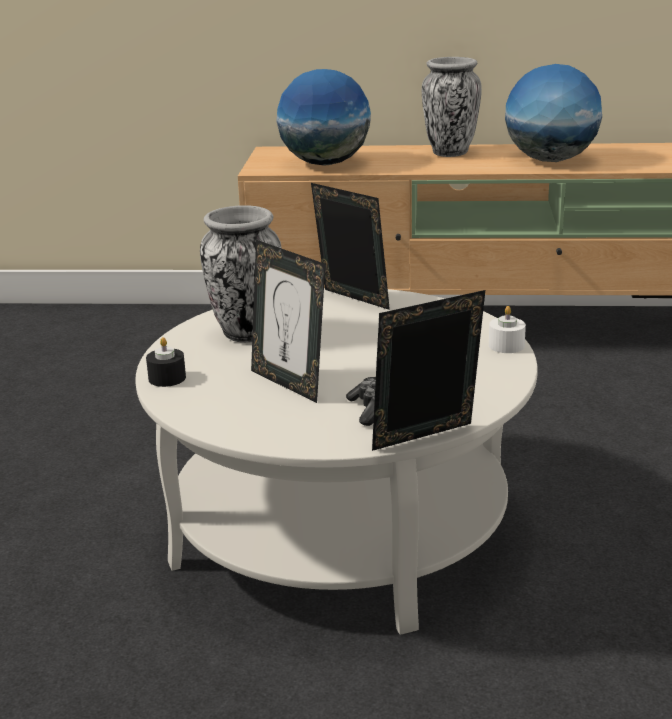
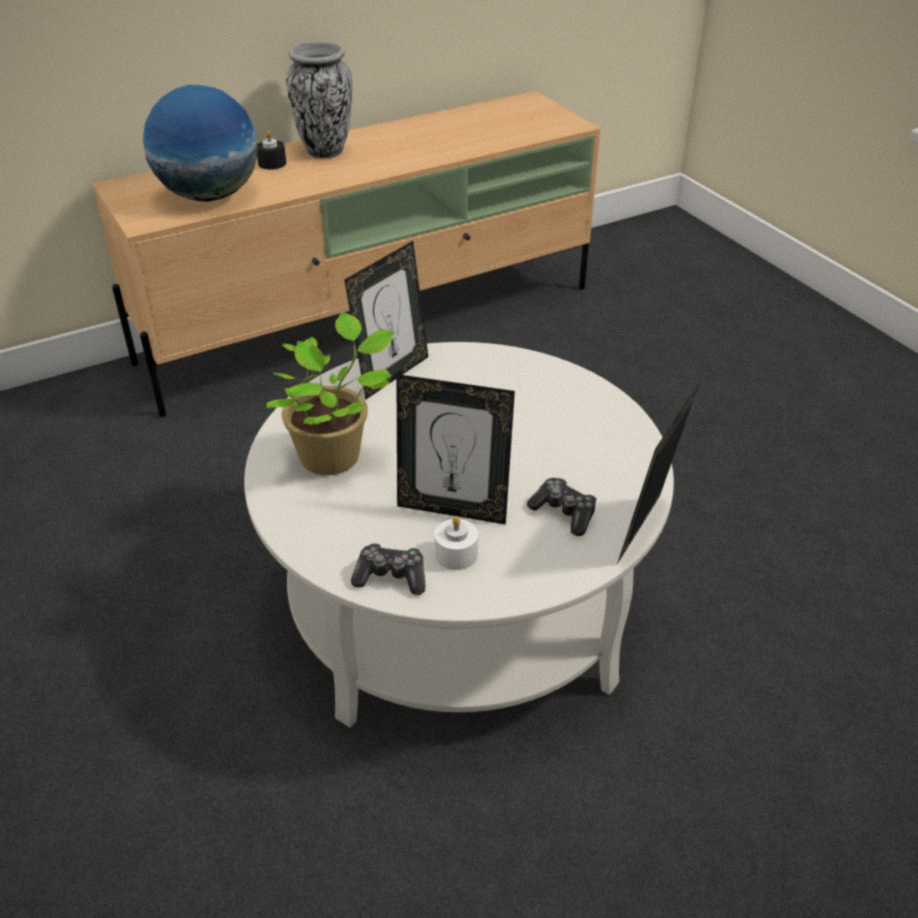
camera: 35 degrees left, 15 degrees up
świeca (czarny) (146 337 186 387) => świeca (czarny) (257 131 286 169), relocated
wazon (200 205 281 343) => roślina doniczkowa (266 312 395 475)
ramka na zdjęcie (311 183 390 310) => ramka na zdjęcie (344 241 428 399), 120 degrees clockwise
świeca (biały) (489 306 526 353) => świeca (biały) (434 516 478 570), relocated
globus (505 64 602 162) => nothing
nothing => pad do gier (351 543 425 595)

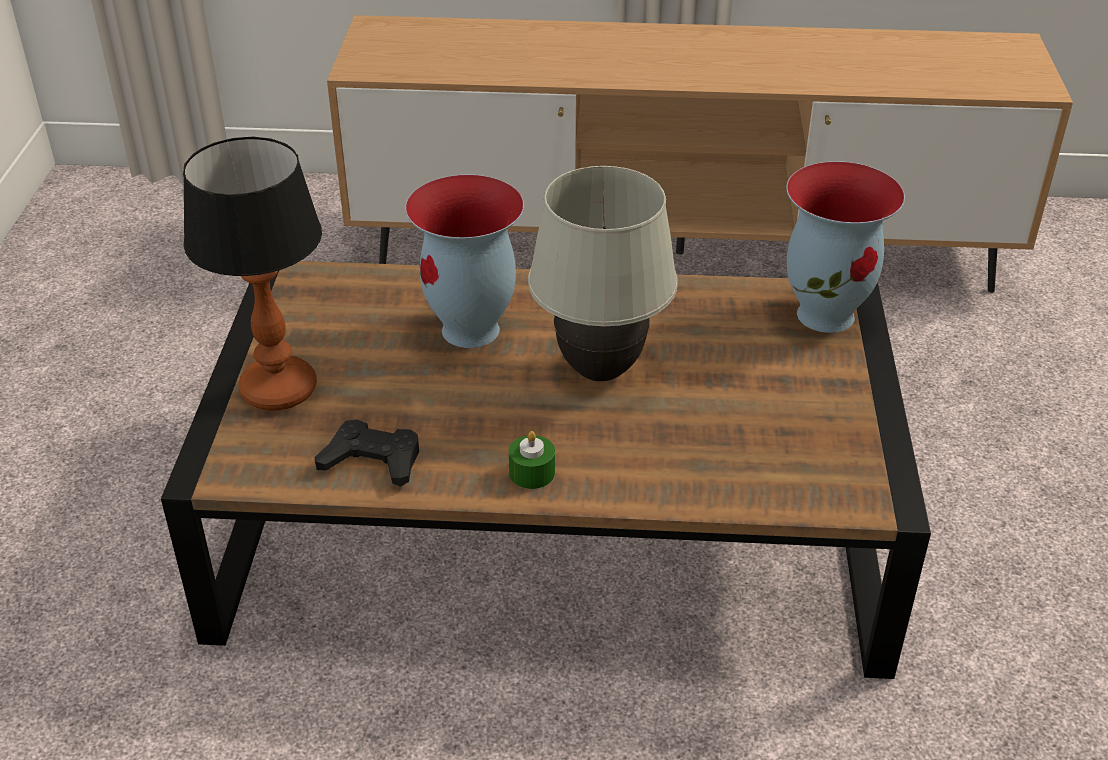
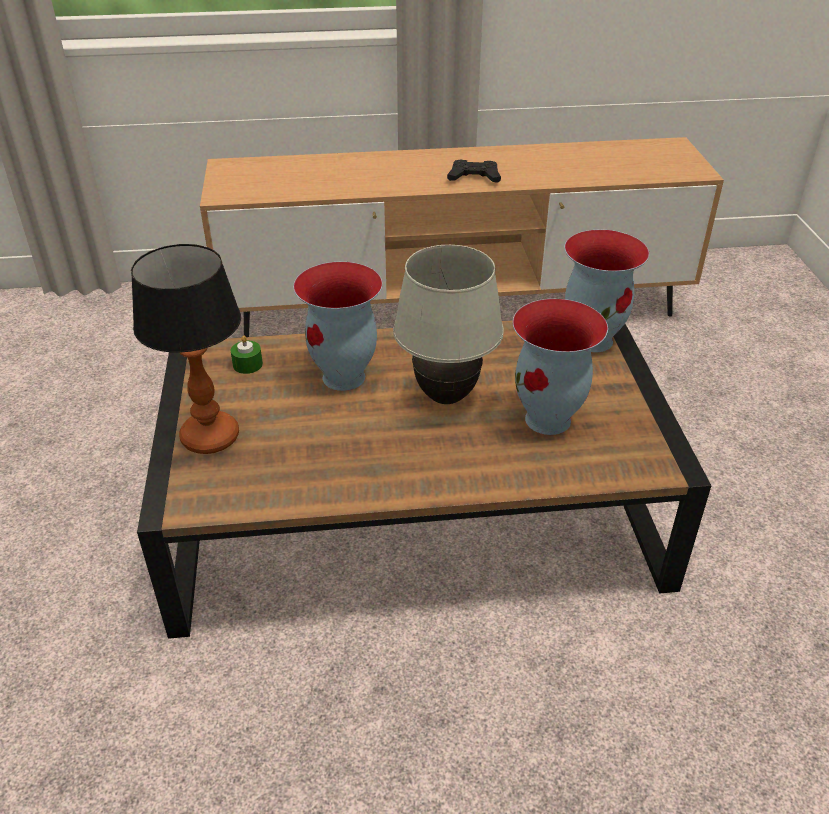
camera: 10 degrees left, 0 degrees up
pad do gier (czarny) (314 419 419 487) => pad do gier (czarny) (447 159 501 183), relocated
świeca (zielony) (509 431 555 489) => świeca (zielony) (230 336 263 374), relocated
nothing => wazon (512 299 608 435)

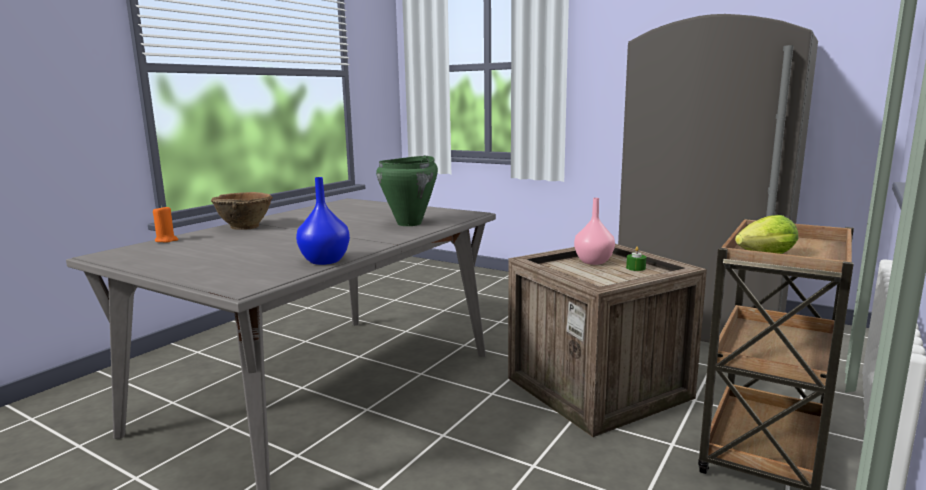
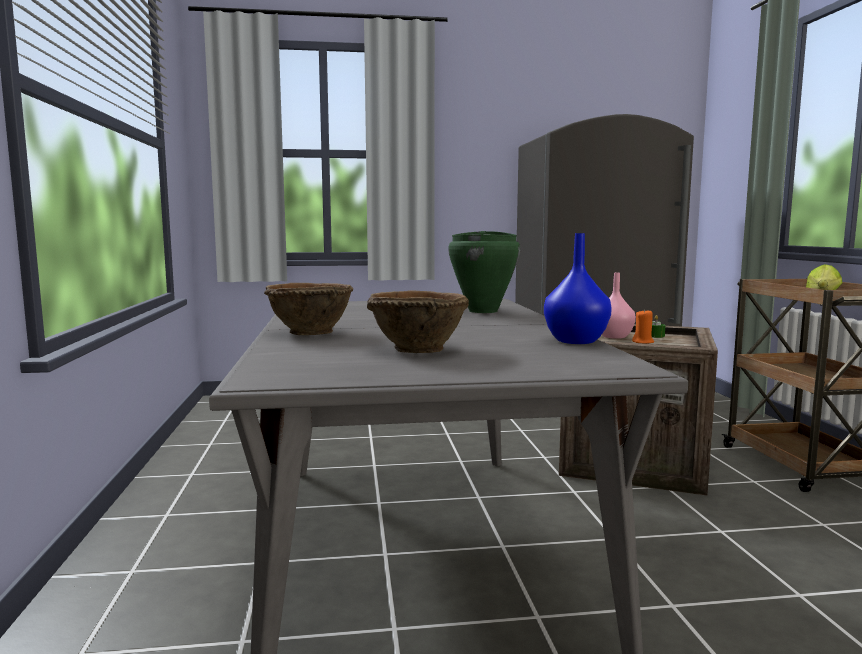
camera: 40 degrees left, 5 degrees down
świeca (pomarańczowy) (153 205 178 243) => świeca (pomarańczowy) (632 309 654 344), relocated
nothing => miska (brązowy) (367 290 469 353)

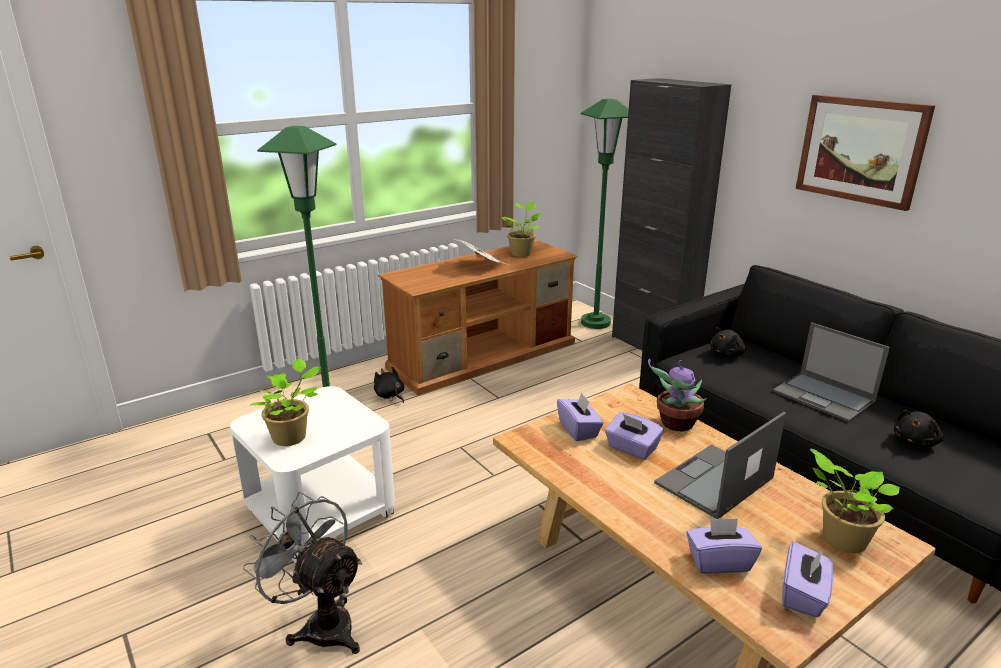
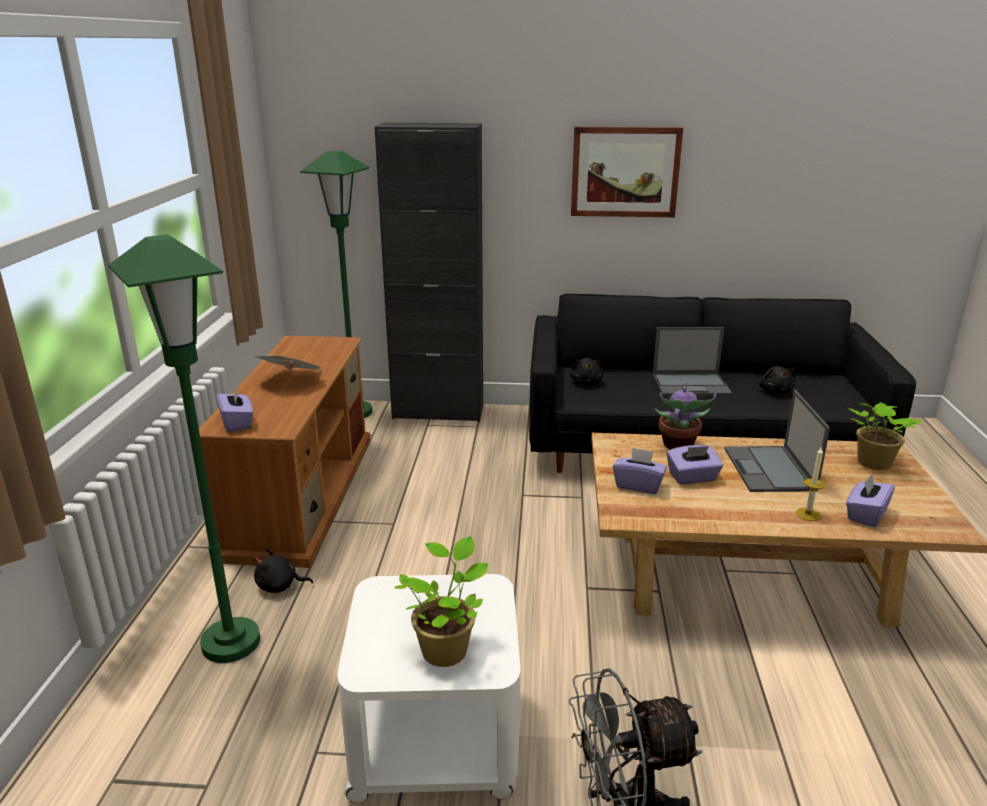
camera: 50 degrees left, 0 degrees up
roślina doniczkowa (502 202 541 257) => nothing
pudełko chusteczek (fioletowy) (782 541 834 617) => pudełko chusteczek (fioletowy) (217 388 253 432), relocated
nothing => świeca (796 446 825 521)

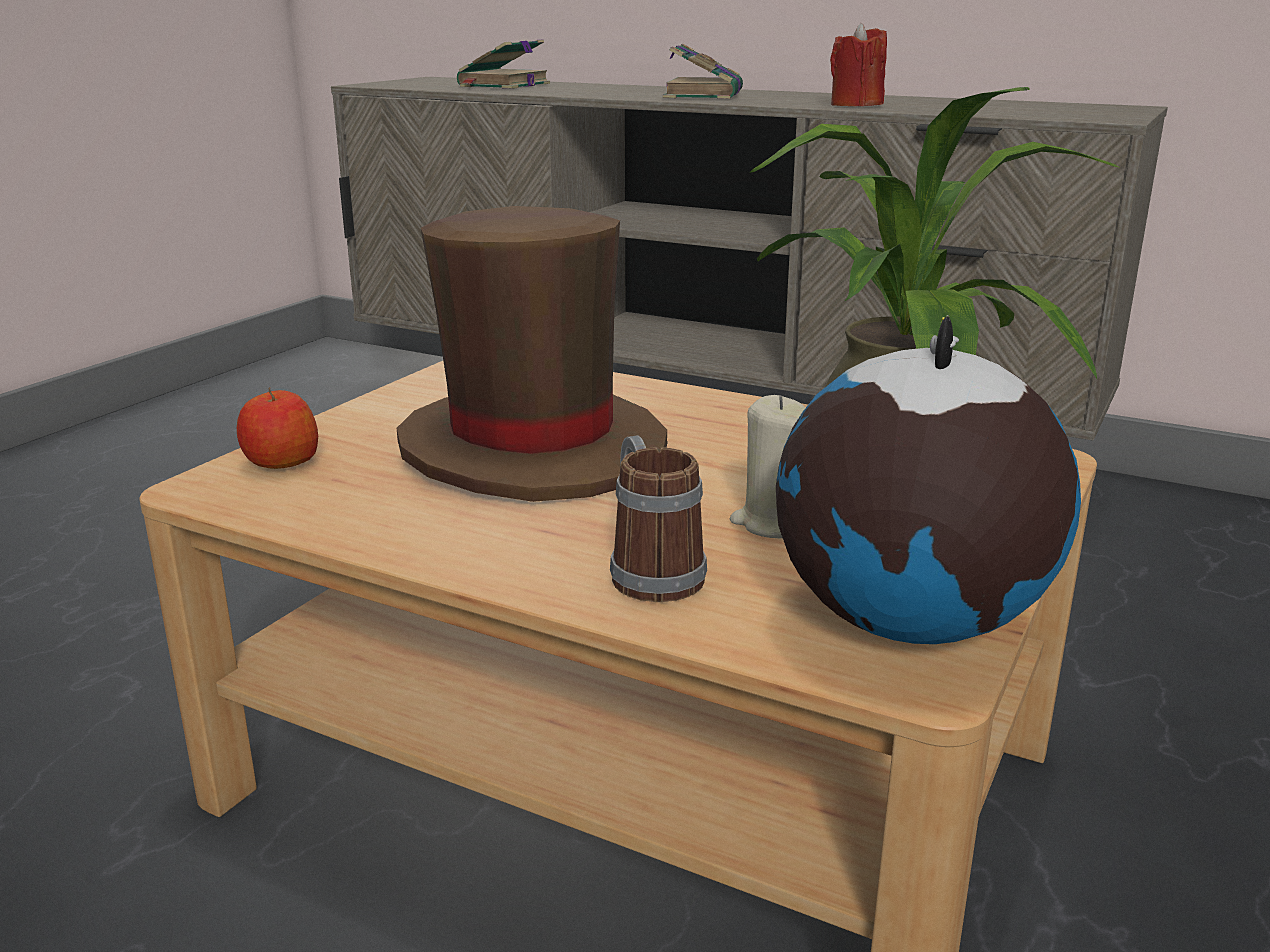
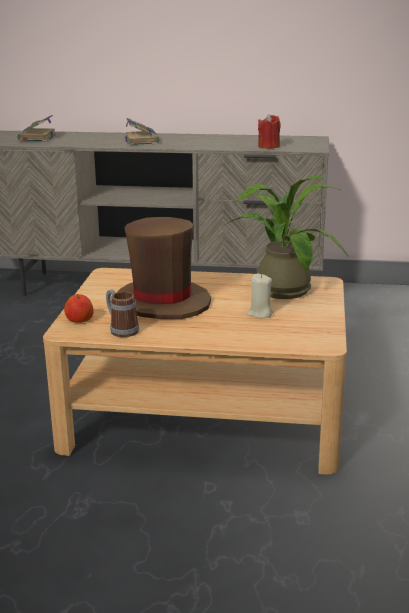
camera: 20 degrees left, 0 degrees up
kubek (610 435 707 602) => kubek (106 289 139 337), relocated
globus (776 315 1081 644) => nothing
świeca (czerwony) (830 23 887 106) => świeca (czerwony) (258 114 281 149), relocated

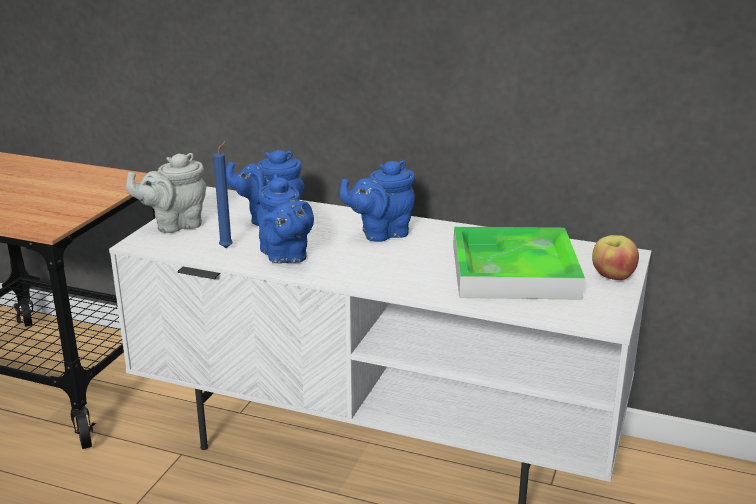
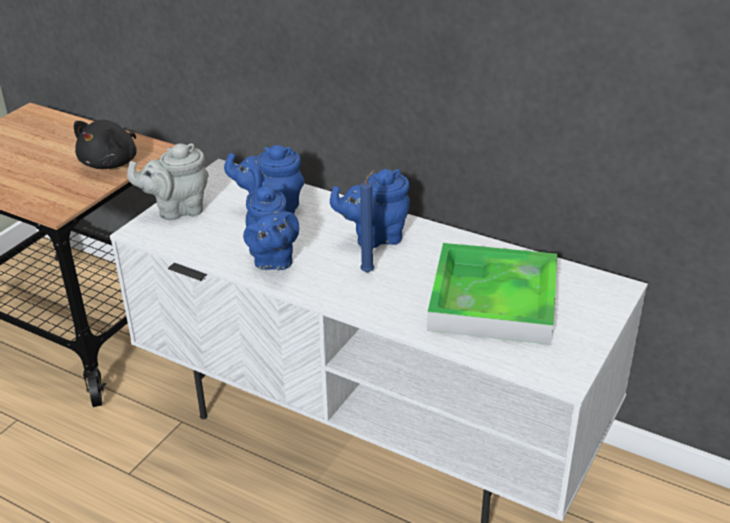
camera: 10 degrees right, 10 degrees up
świeca (niebieski) (213 140 233 248) => świeca (niebieski) (360 170 374 273), relocated
jabłko (592 235 639 280) => nothing
nothing => pluszak (czarny) (74 120 137 169)

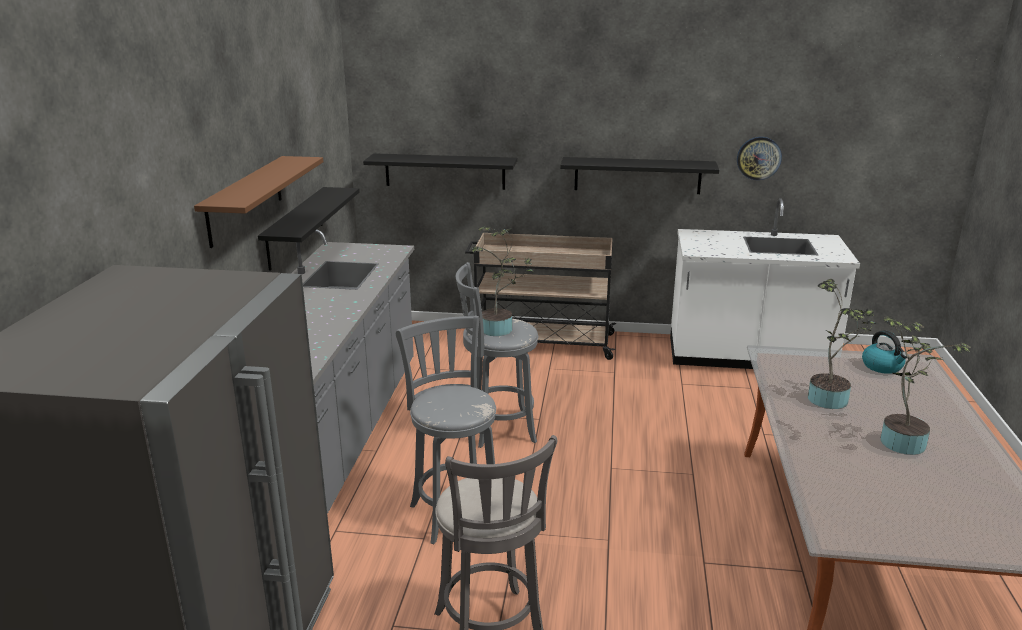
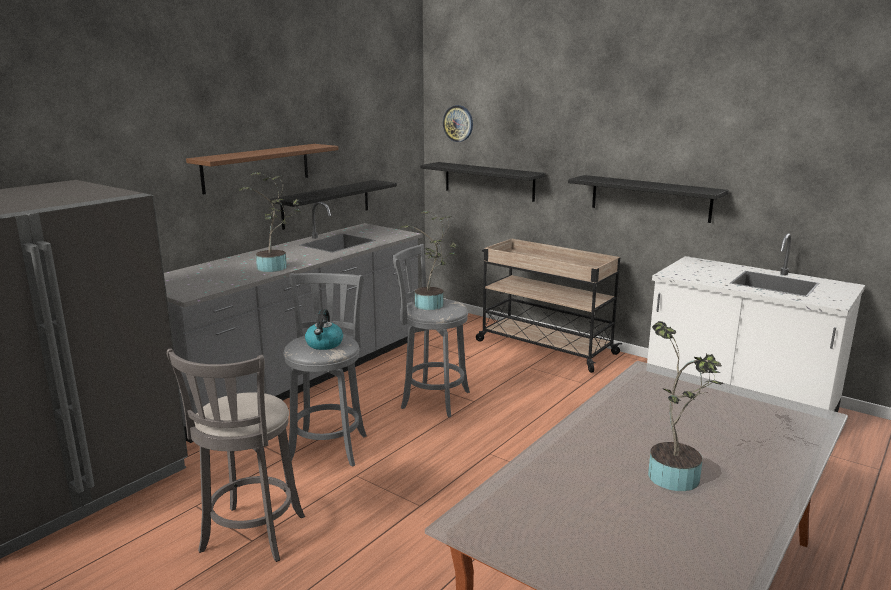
camera: 30 degrees right, 5 degrees down
zegar ścienny (737 137 782 180) => zegar ścienny (443 105 473 142), relocated
roślina doniczkowa (808 279 877 409) => roślina doniczkowa (239 172 300 272), relocated
czajnik (862 330 907 374) => czajnik (305 309 343 350), relocated

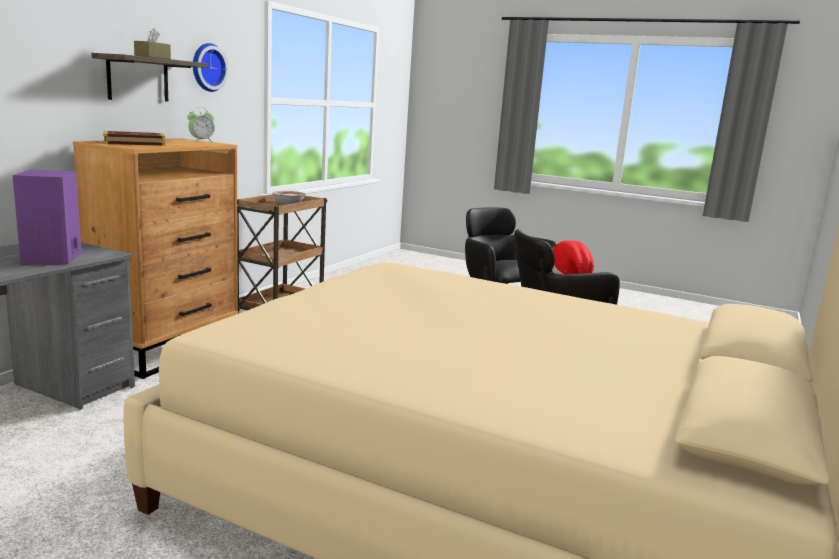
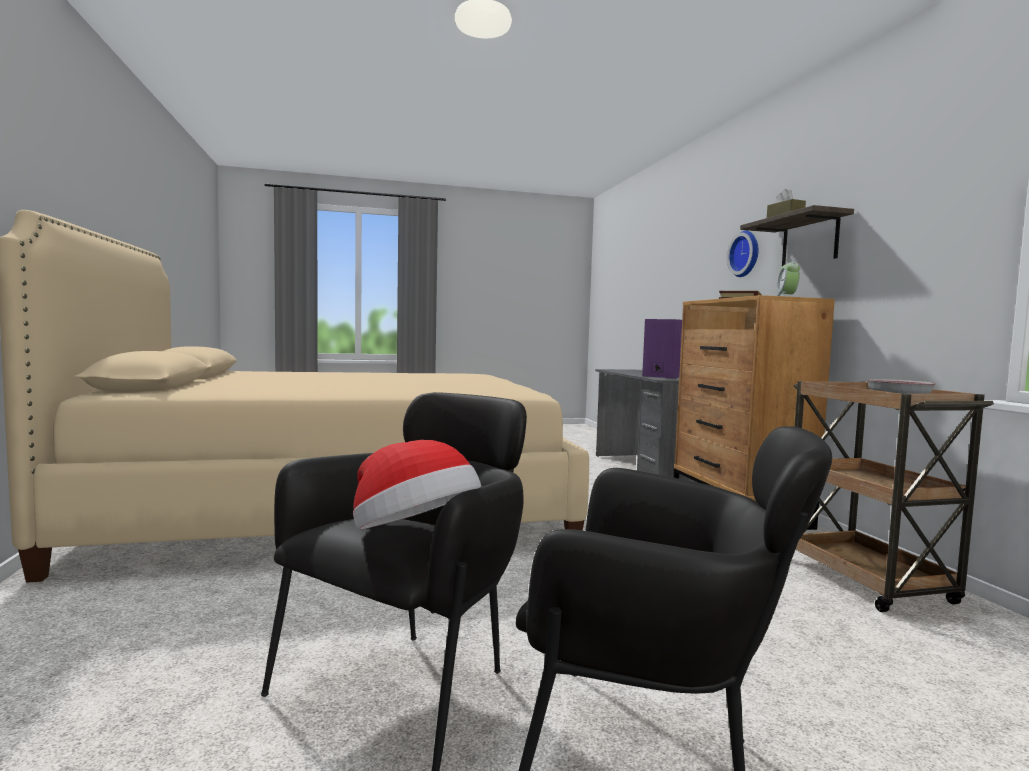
camera: 140 degrees right, 10 degrees down
zegar ścienny (193 43 229 92) => zegar ścienny (727 231 758 277), relocated

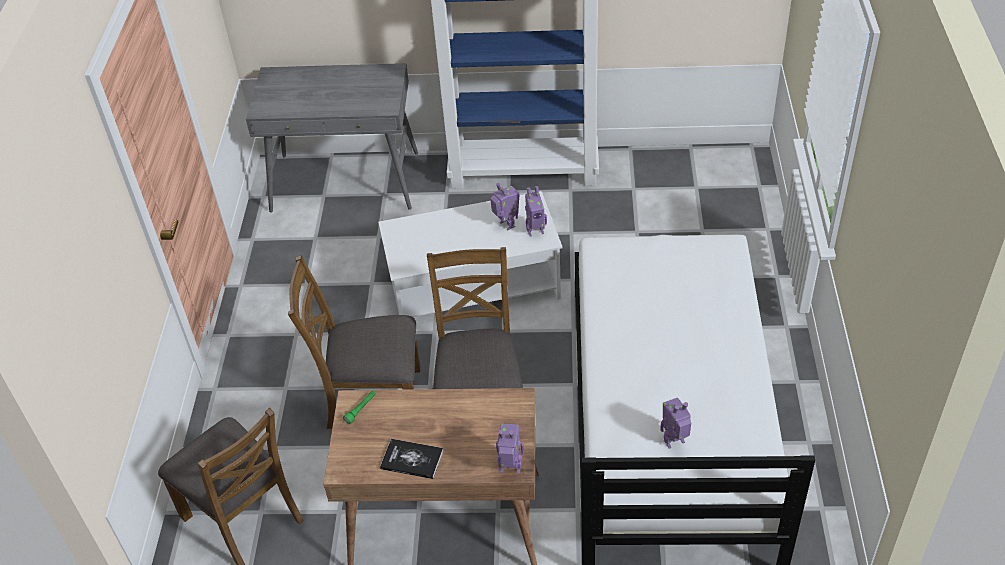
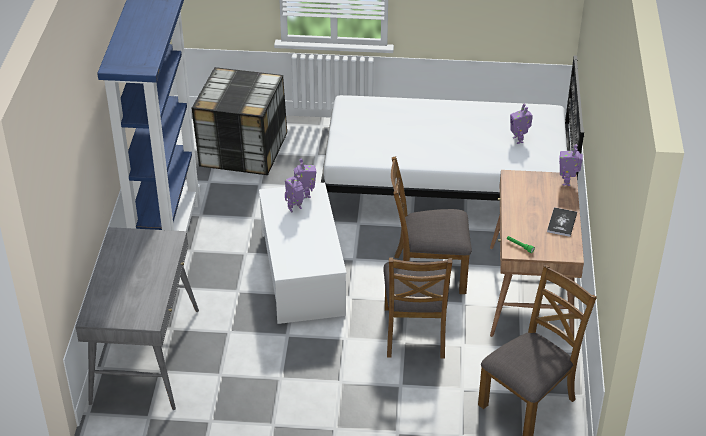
camera: 90 degrees left, 5 degrees down
nothing => pojemnik do przechowywania (192 67 287 175)

